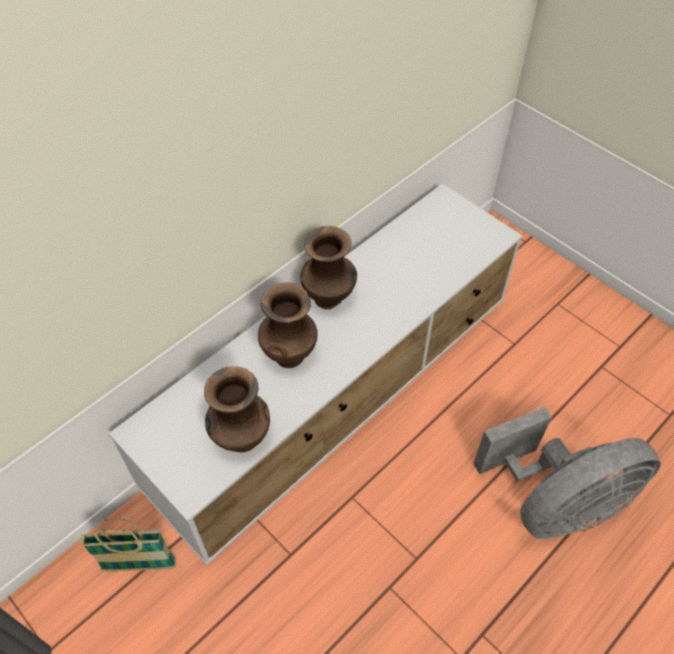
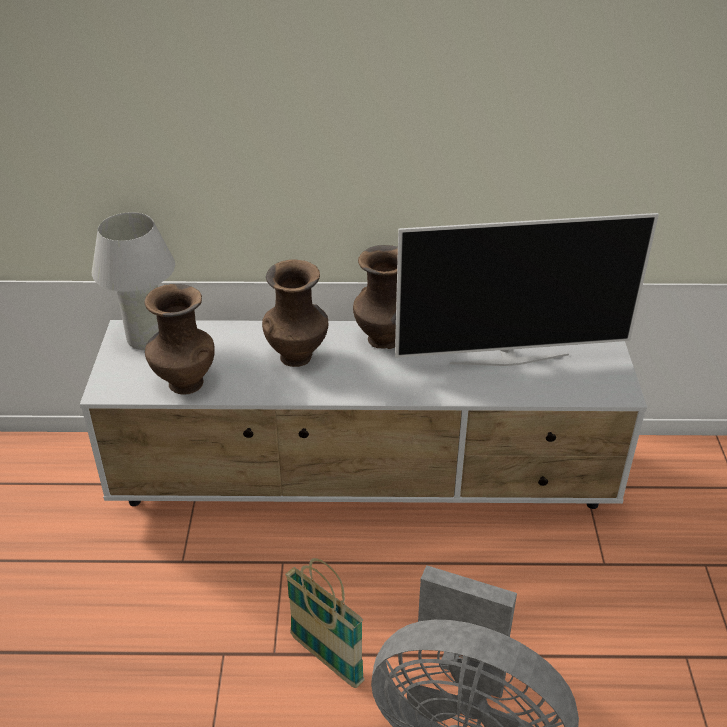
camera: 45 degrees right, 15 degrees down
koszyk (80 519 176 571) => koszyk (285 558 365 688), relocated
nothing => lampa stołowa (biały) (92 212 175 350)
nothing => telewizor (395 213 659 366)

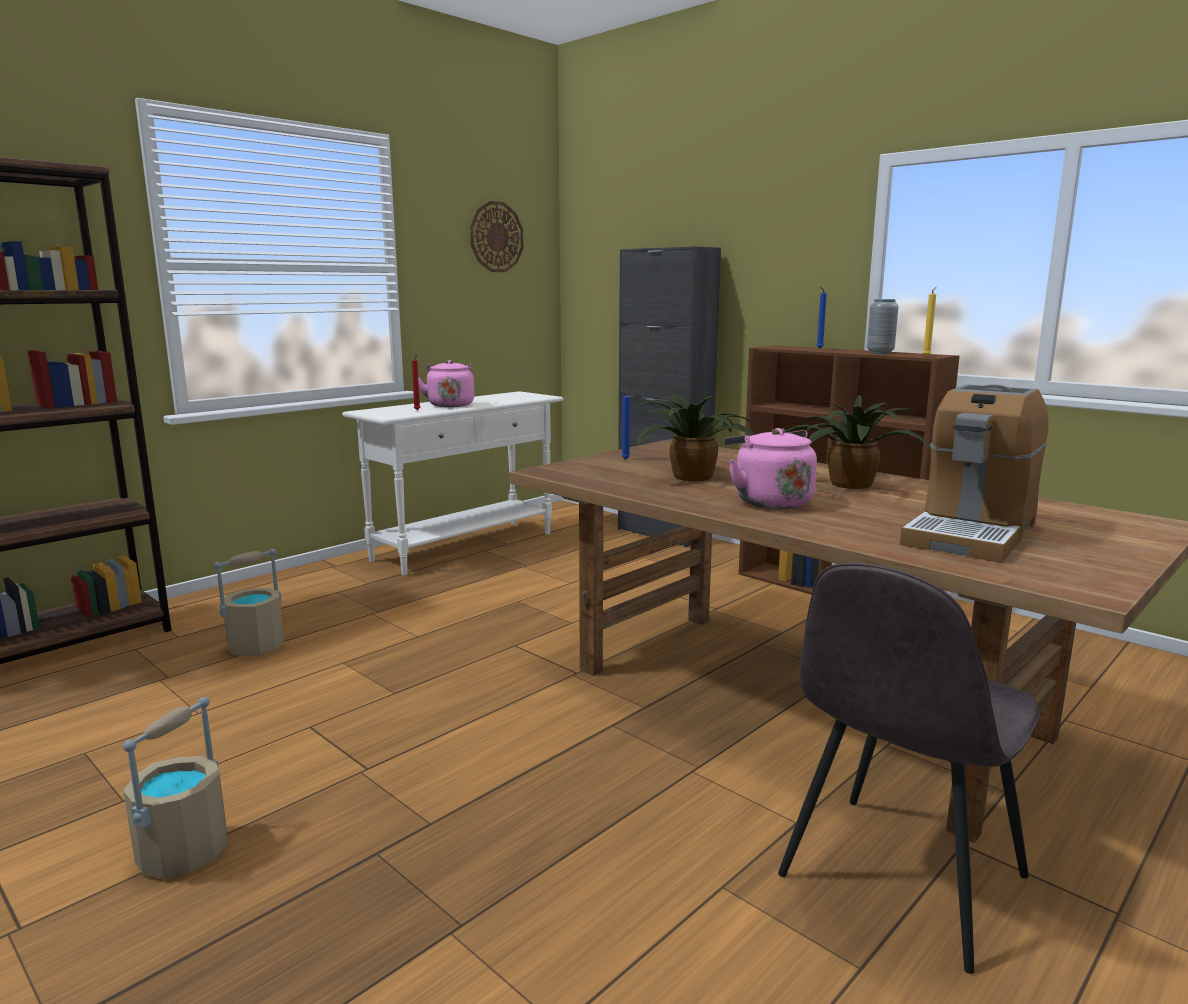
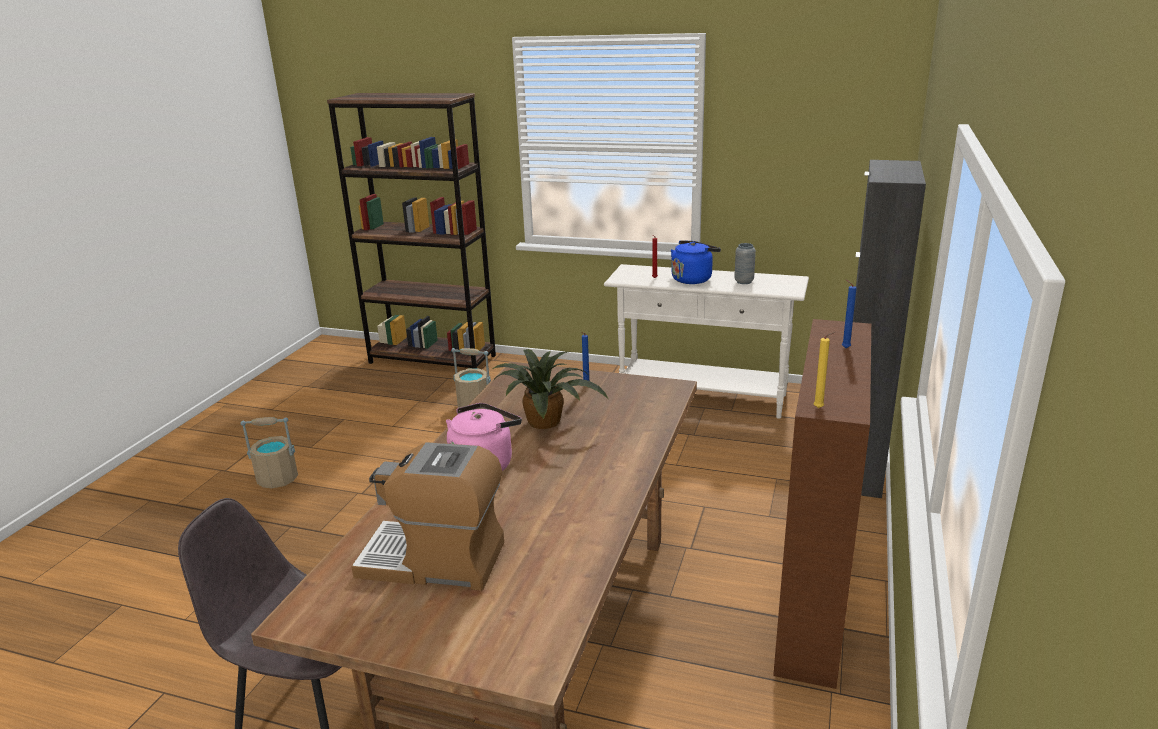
camera: 65 degrees right, 10 degrees up
czajnik (różowy) (418 360 474 407) => czajnik (niebieski) (671 240 721 284)
zegar ścienny (470 201 524 272) => nothing
roślina doniczkowa (785 395 931 489) => nothing
wazon (szary) (867 299 898 354) => wazon (szary) (734 243 756 284), relocated

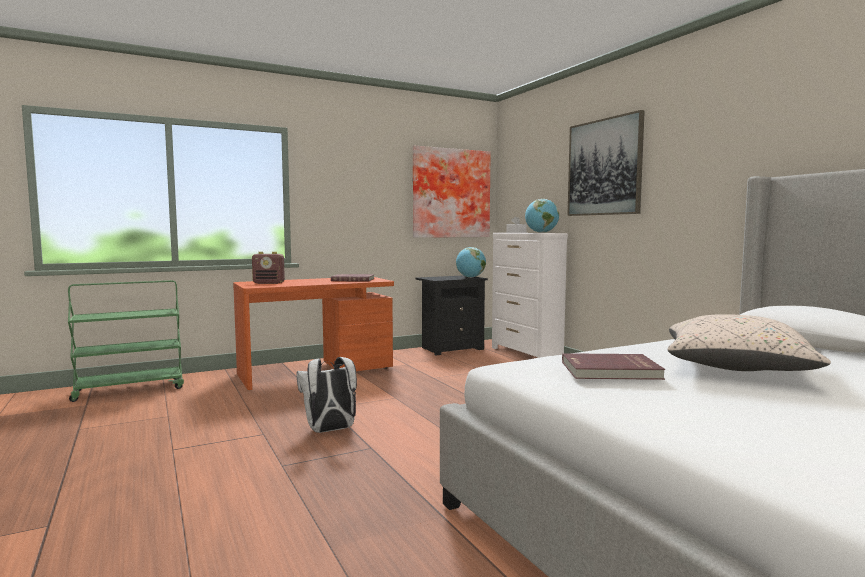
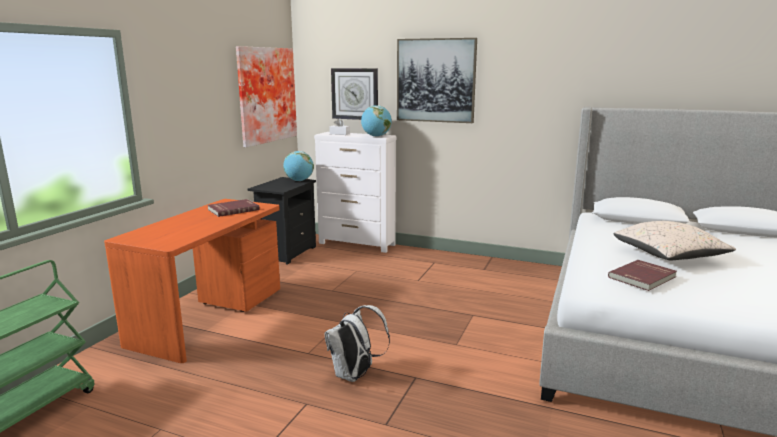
camera: 40 degrees left, 10 degrees up
radio (252 252 285 284) => nothing
nothing => zegar ścienny (331 68 378 120)

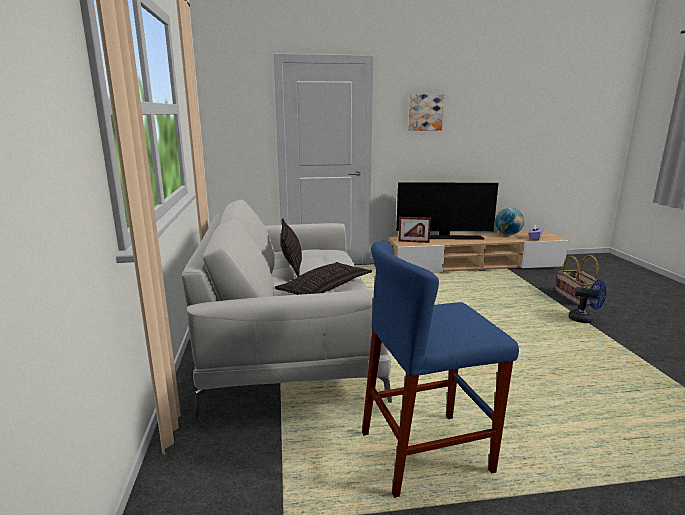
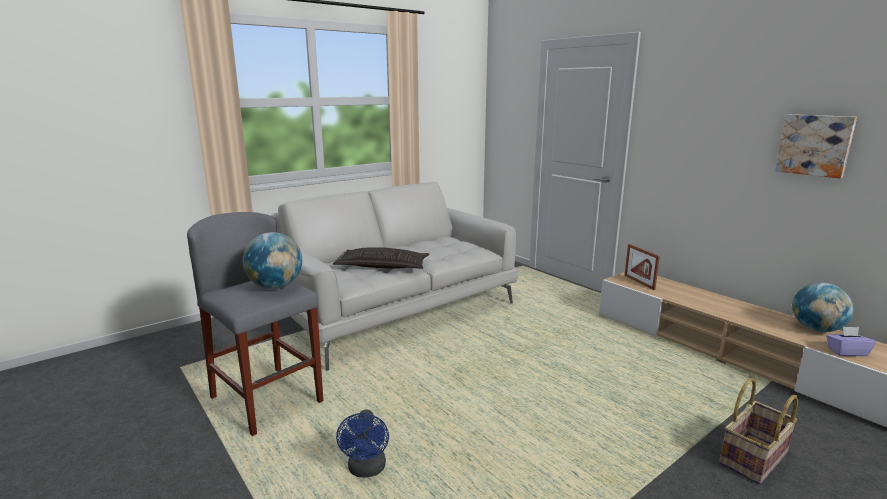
camera: 60 degrees right, 0 degrees up
poduszka (281 218 302 277) => nothing
stołek (niebieski) (362 241 519 498) => stołek (szary) (187 212 323 436)
telewizor (396 182 498 239) => nothing
obraz (408 94 444 131) => obraz (775 114 857 178), relocated
wentylator (niebieski) (569 280 606 323) => wentylator (niebieski) (336 409 389 478), relocated
nothing => globus (243 232 302 289)

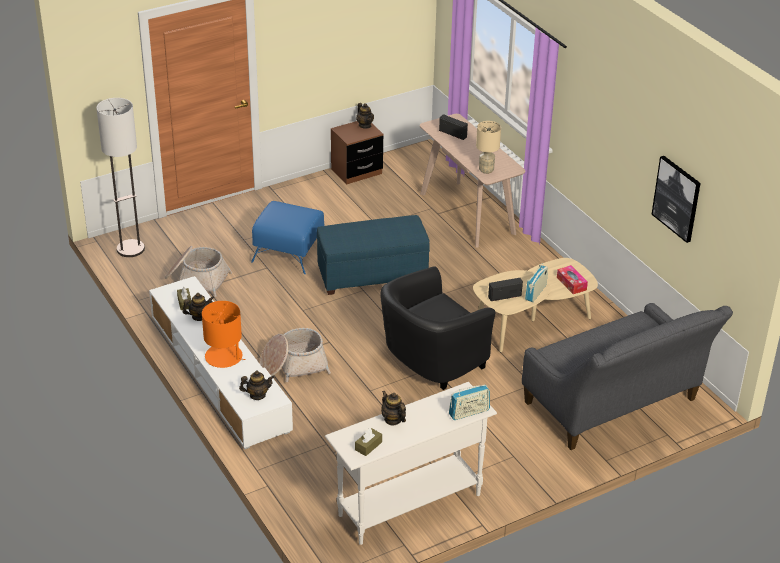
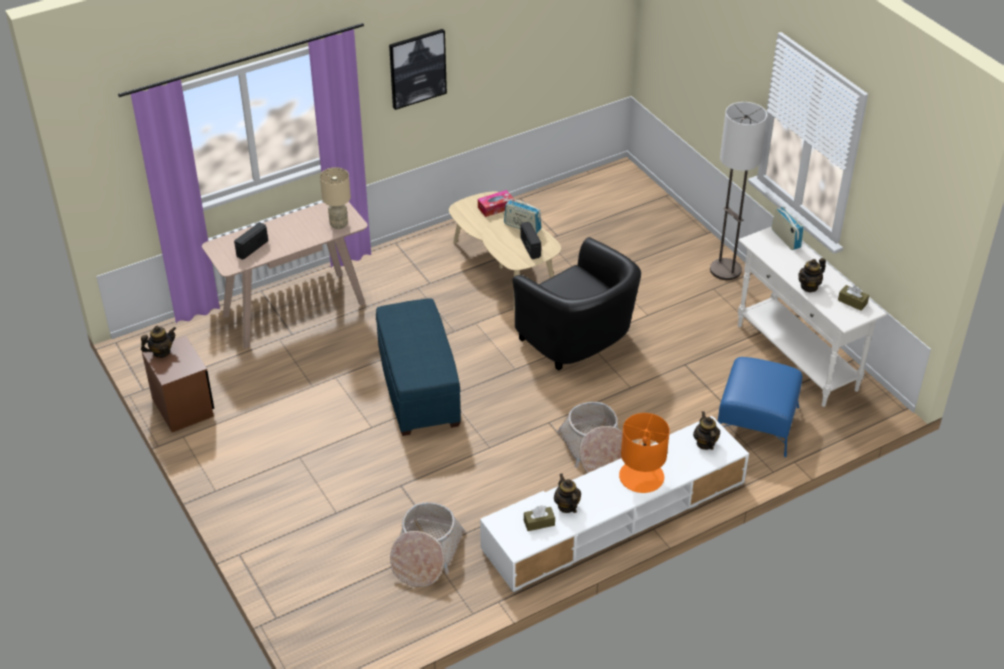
camera: 90 degrees left, 5 degrees up
lampa stojąca (96 98 145 257) => lampa stojąca (710 102 767 280), relocated
pufa (niebieski) (251 201 325 274) => pufa (niebieski) (718 357 802 457), relocated
kanapa (szary) (522 303 733 450) => nothing
obraz (651 156 701 243) => obraz (389 29 447 110), relocated

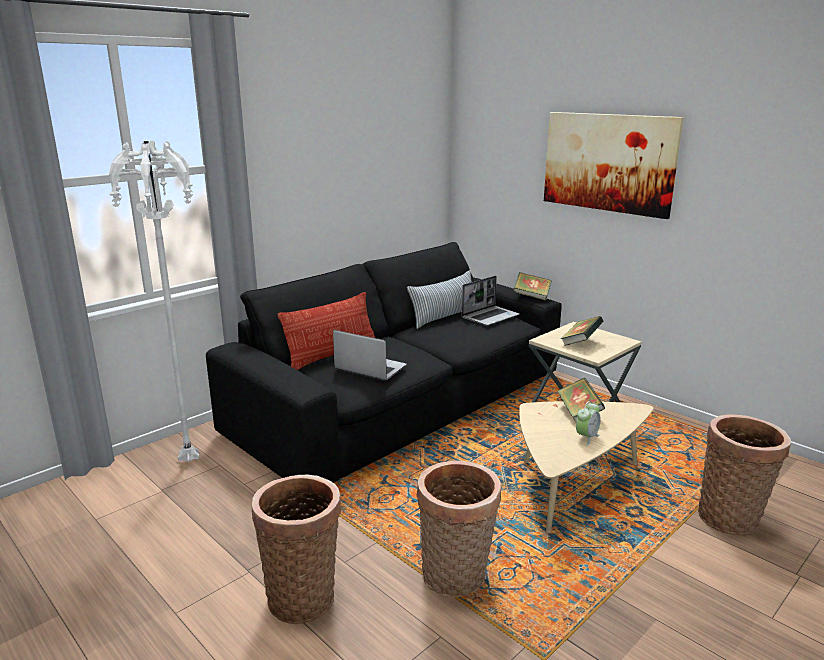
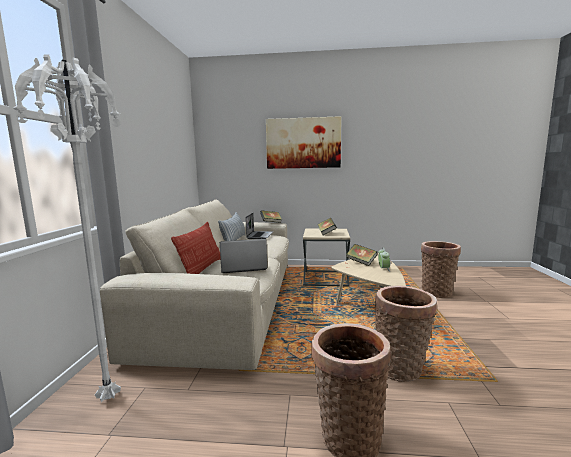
camera: 40 degrees left, 10 degrees down
kanapa (czarny) (206 242 562 483) => kanapa (beżowy) (100 199 289 370)

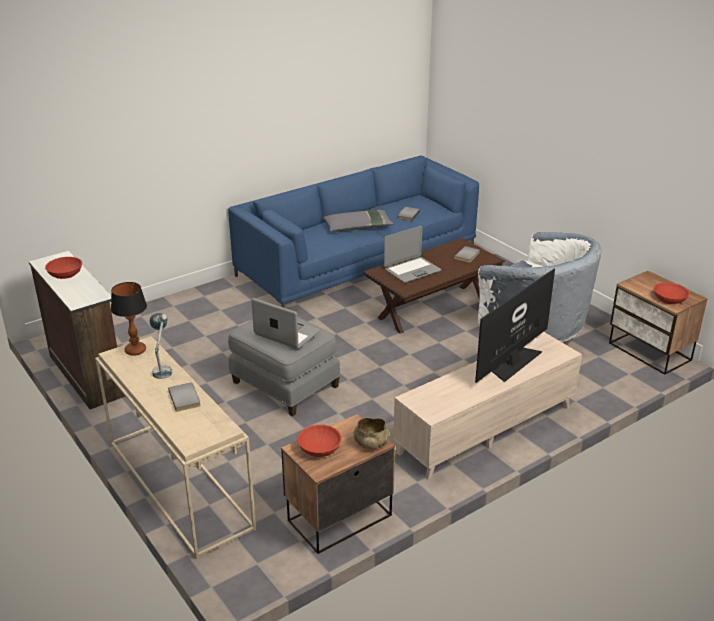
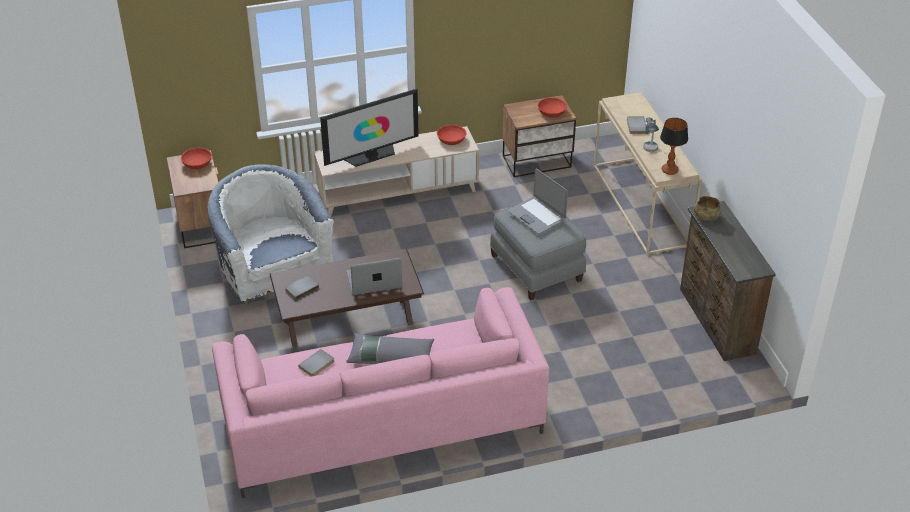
camera: 160 degrees left, 10 degrees up
miska (czerwony) (45 257 82 279) => miska (czerwony) (437 125 466 145), relocated
kanapa (niebieski) (228 155 479 308) => kanapa (różowy) (212 287 549 498)
miska (beżowy) (354 417 389 450) => miska (beżowy) (694 196 721 221), relocated

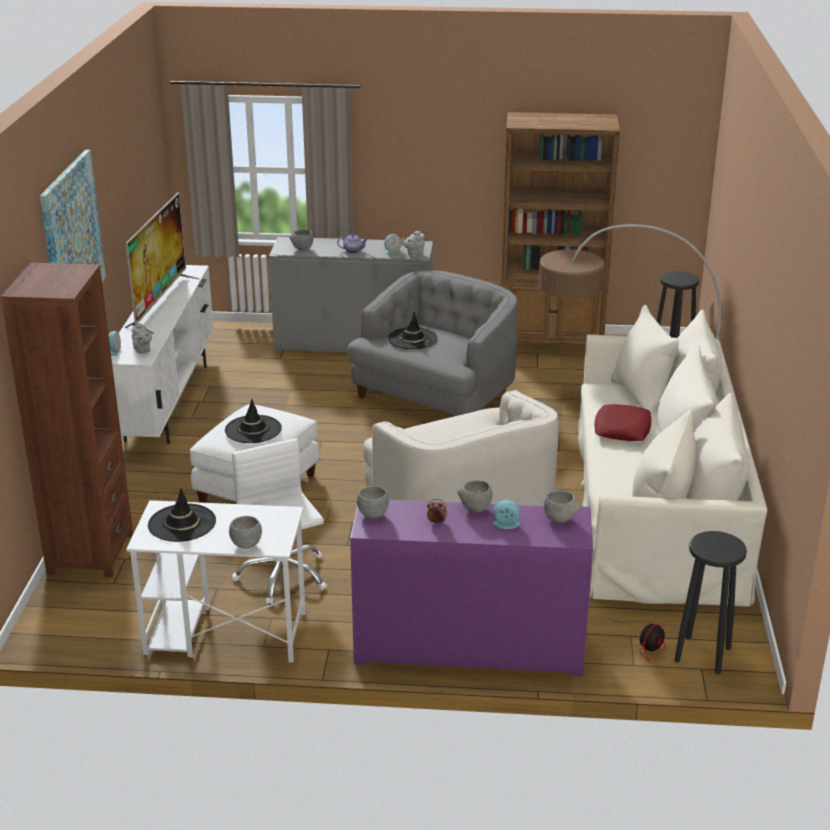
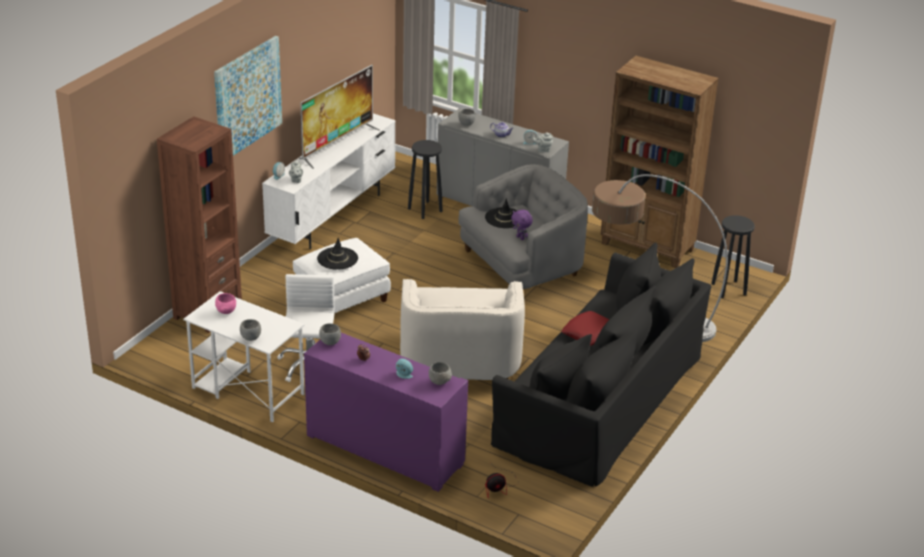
camera: 25 degrees right, 5 degrees up
kapelusz (czarny) (148 489 216 542) => miska (różowy) (215 293 236 314)
miska (szary) (457 480 492 512) => nothing
kanapa (beżowy) (578 305 768 607) => kanapa (czarny) (491 242 712 487)
stołek (czarny) (674 531 747 674) => stołek (czarny) (408 140 443 219), relocated
nothing => pluszak (fioletowy) (511 210 533 240)

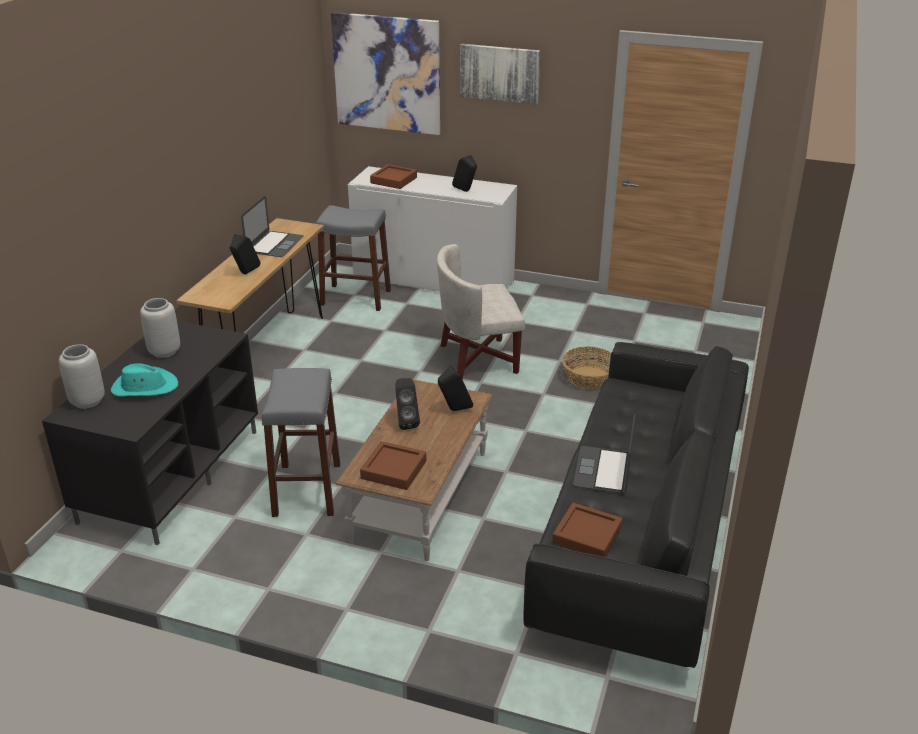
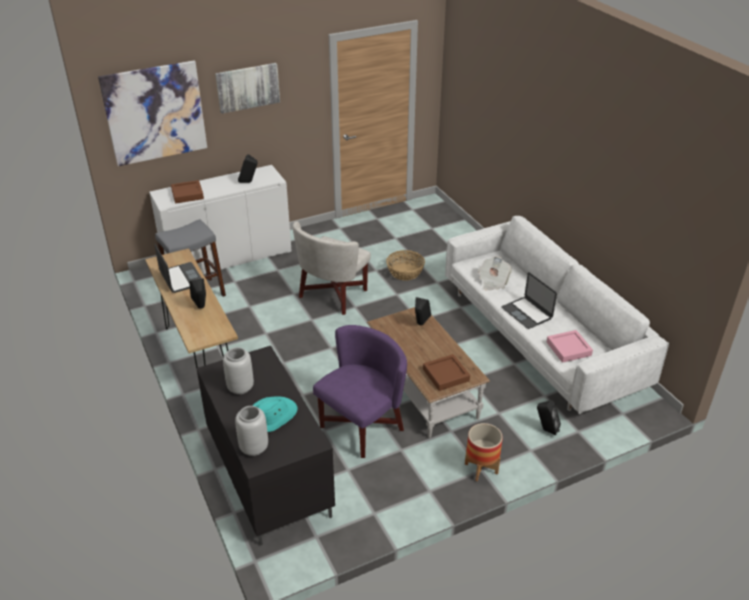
camera: 45 degrees left, 5 degrees up
stołek (szary) (262 368 340 517) => fotel (fioletowy) (313 325 407 458)
głośnik (czarny) (395 378 420 430) => głośnik (czarny) (537 400 561 436), relocated
kanapa (czarny) (524 342 749 668) => kanapa (biały) (445 216 669 414)
taca (brązowy) (552 503 623 557) => taca (różowy) (547 330 593 363)
nothing => donica (465 423 503 481)
nothing => gazeta (479 256 512 291)

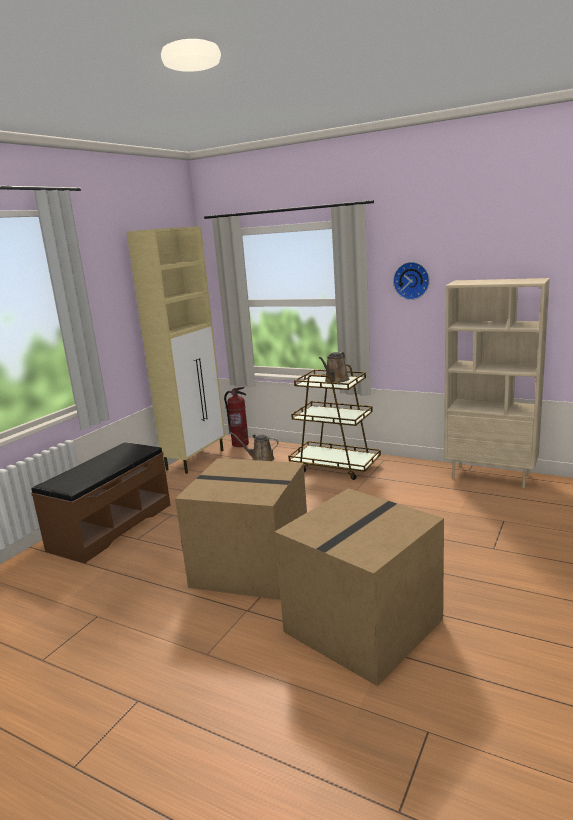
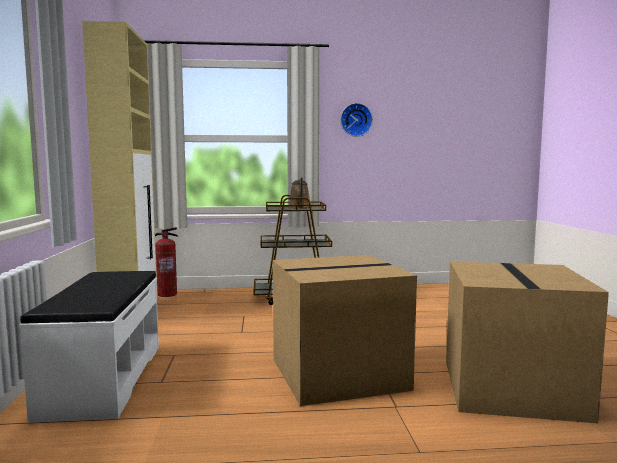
camera: 35 degrees left, 10 degrees down
ławka (brązowy) (31 442 170 563) => ławka (biały) (20 271 159 423)
konewka (brązowy) (230 433 279 461) => nothing
regał (beżowy) (444 278 550 488) => nothing

